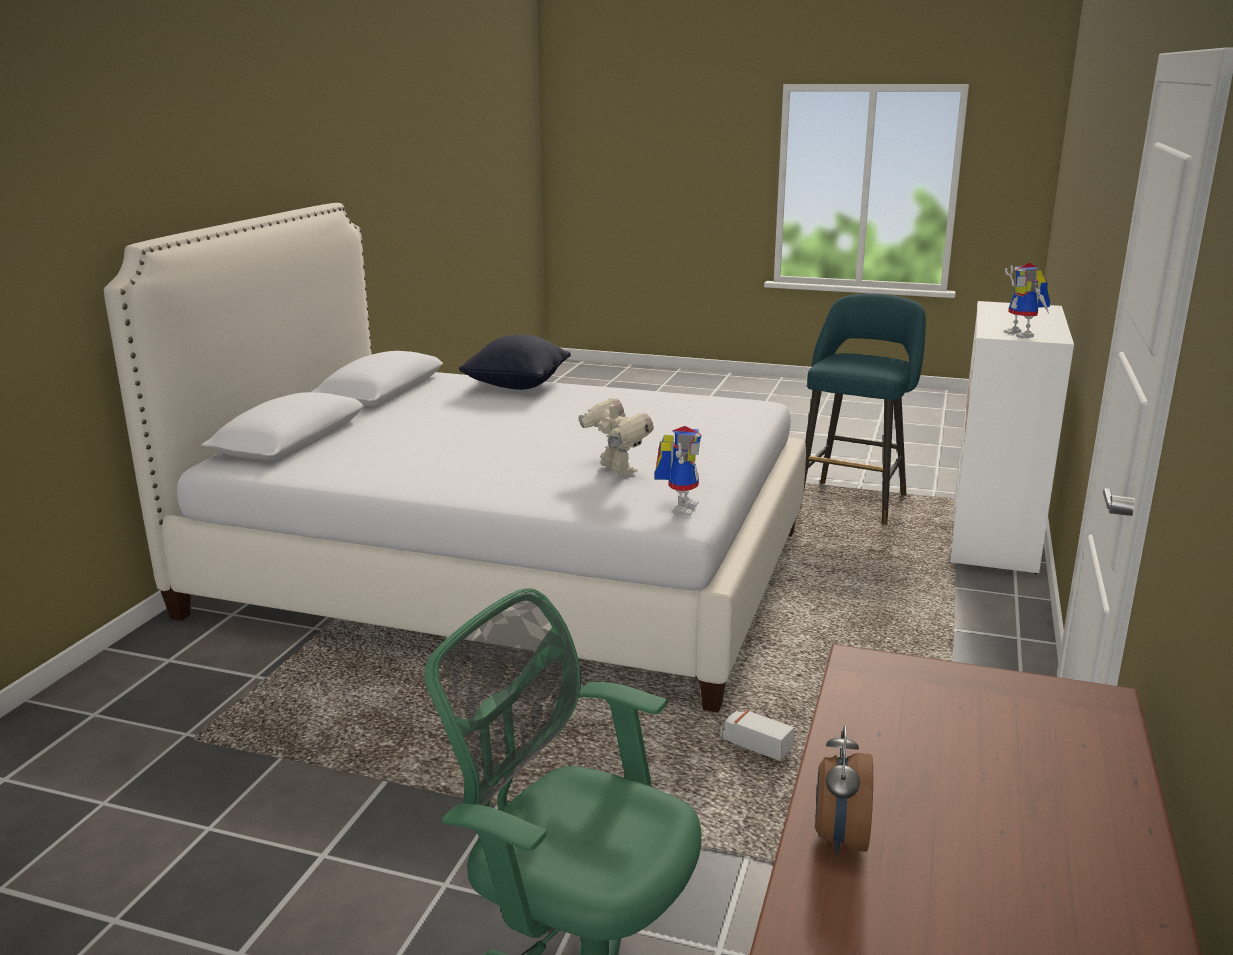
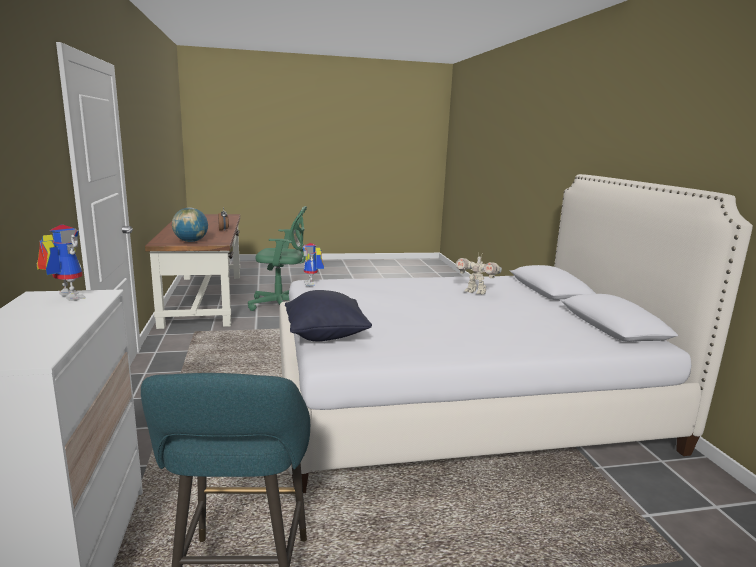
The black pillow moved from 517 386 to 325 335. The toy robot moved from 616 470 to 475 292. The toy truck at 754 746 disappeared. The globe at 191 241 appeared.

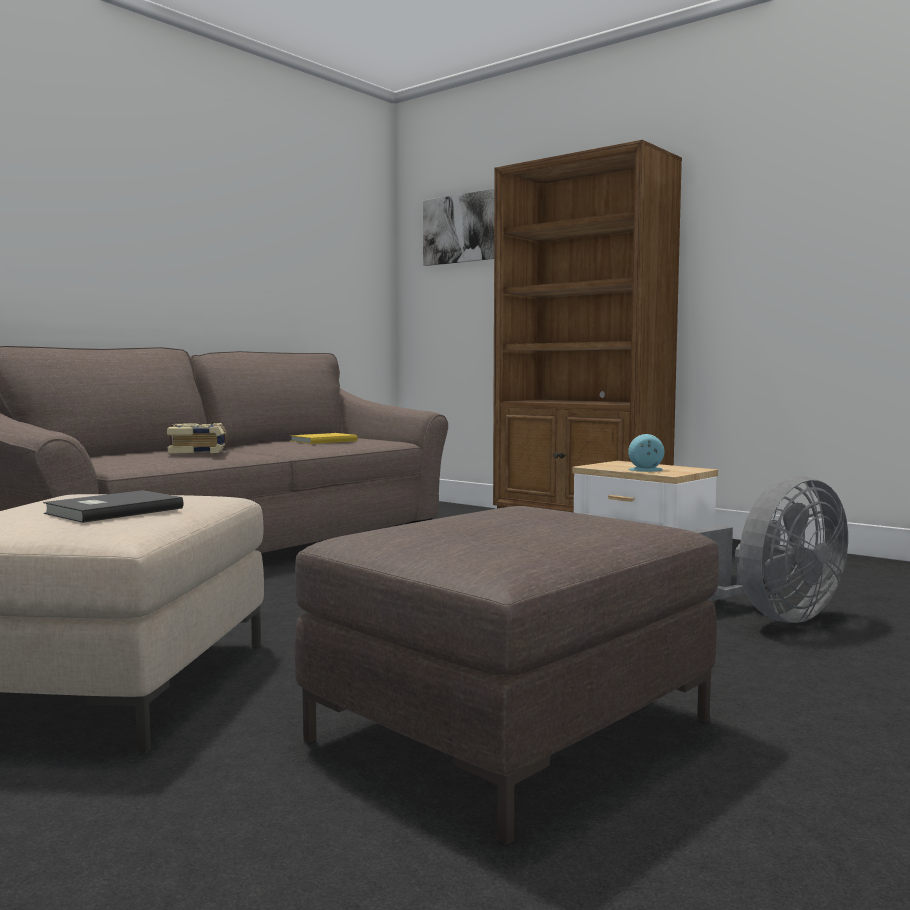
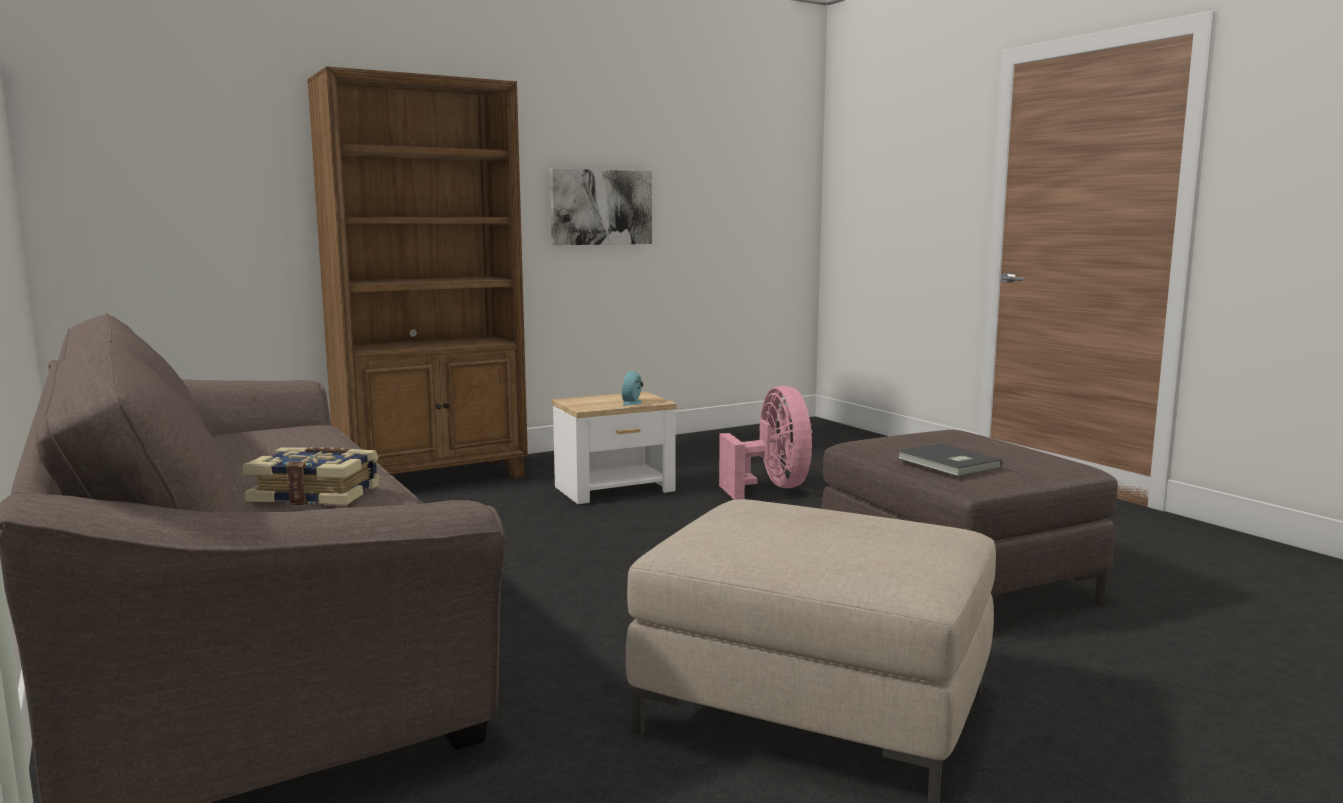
The grey book moved from 111 511 to 947 463. The yellow book at 322 441 disappeared. The picture moved from 463 228 to 601 207. The grey fan at 772 617 became the pink fan at 772 488.

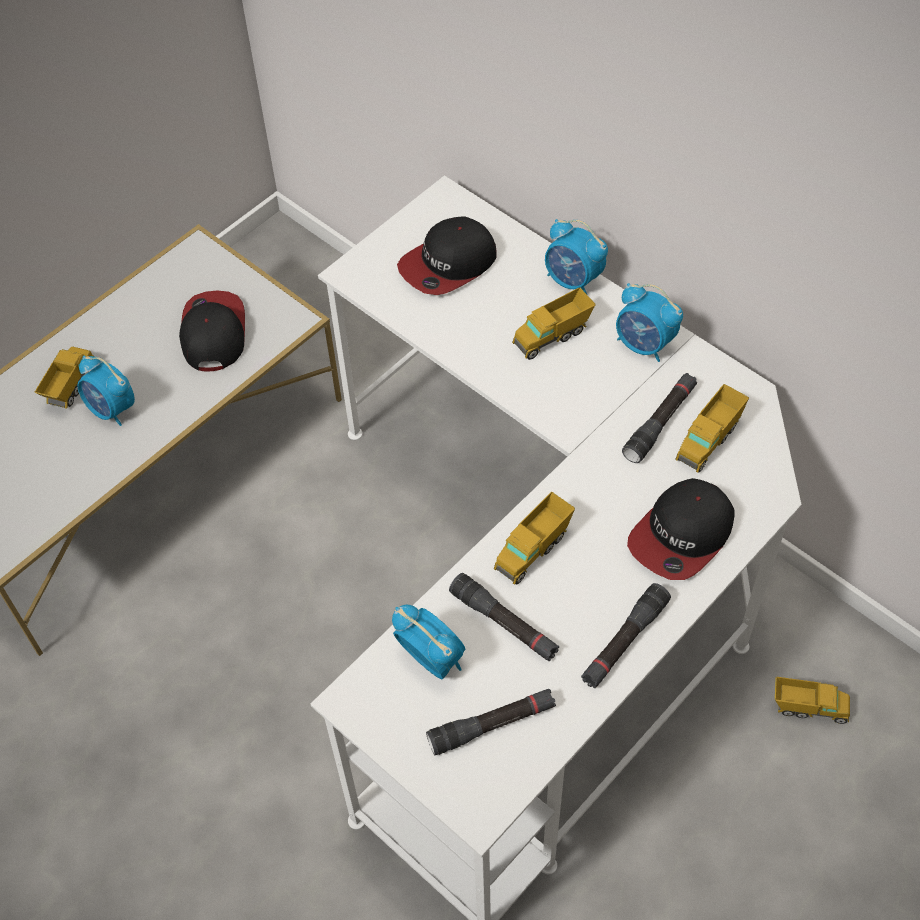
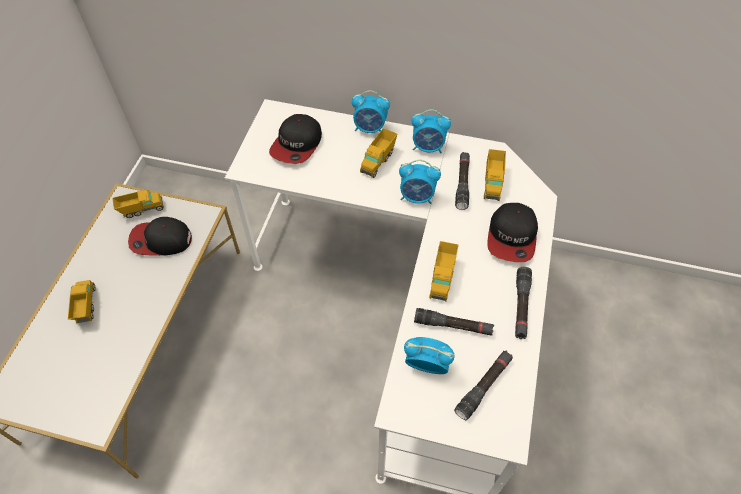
The alarm clock moved from 112 410 to 417 197. The cap at 213 333 turned 60 degrees counterclockwise. The toy truck moved from 808 708 to 142 210.

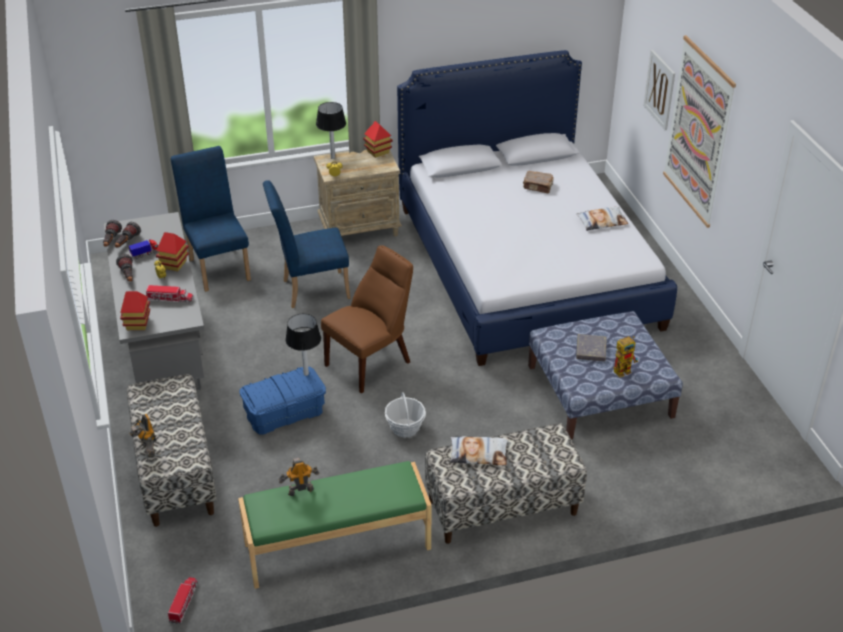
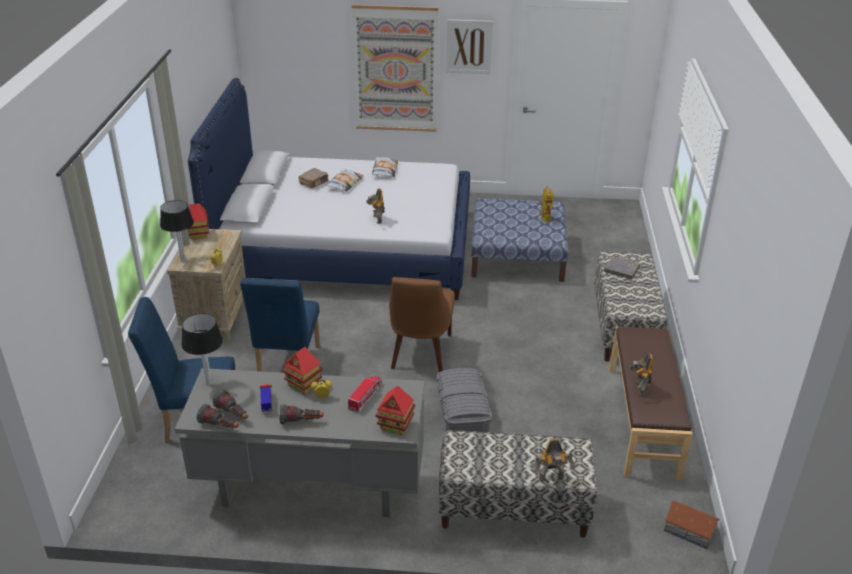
The toy truck at 184 602 was replaced by the toy house at 690 530. The green bench at 337 546 became the brown bench at 643 421. The blue storage box at 285 413 became the grey storage box at 462 419. The table lamp moved from 306 373 to 208 383. The brown chair at 371 362 turned 150 degrees counterclockwise. The basket at 405 428 disappeared. The pillow moved from 479 454 to 345 183. The grey book moved from 591 350 to 621 270. The picture moved from 659 89 to 469 46. The toy robot at 376 219 appeared.

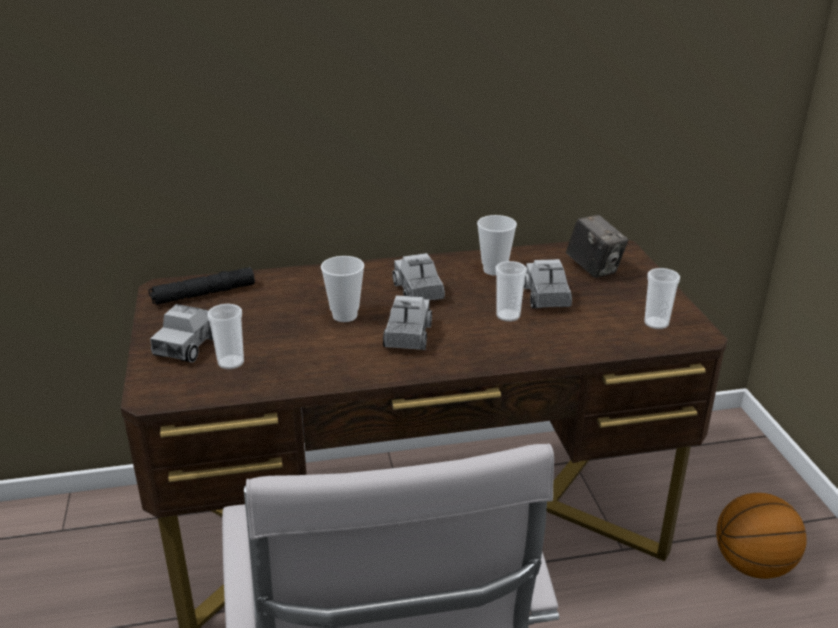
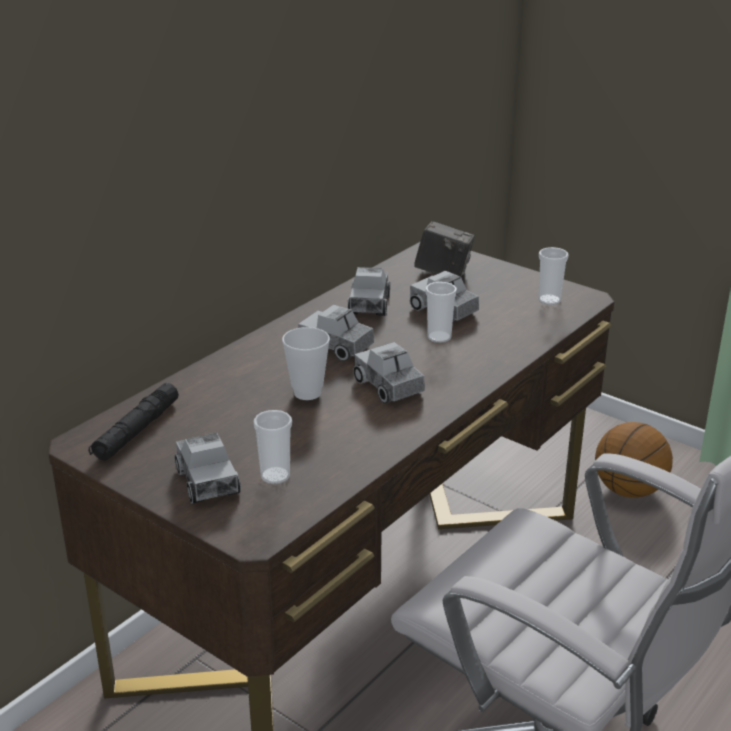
The cup at 494 270 was replaced by the toy truck at 369 304.

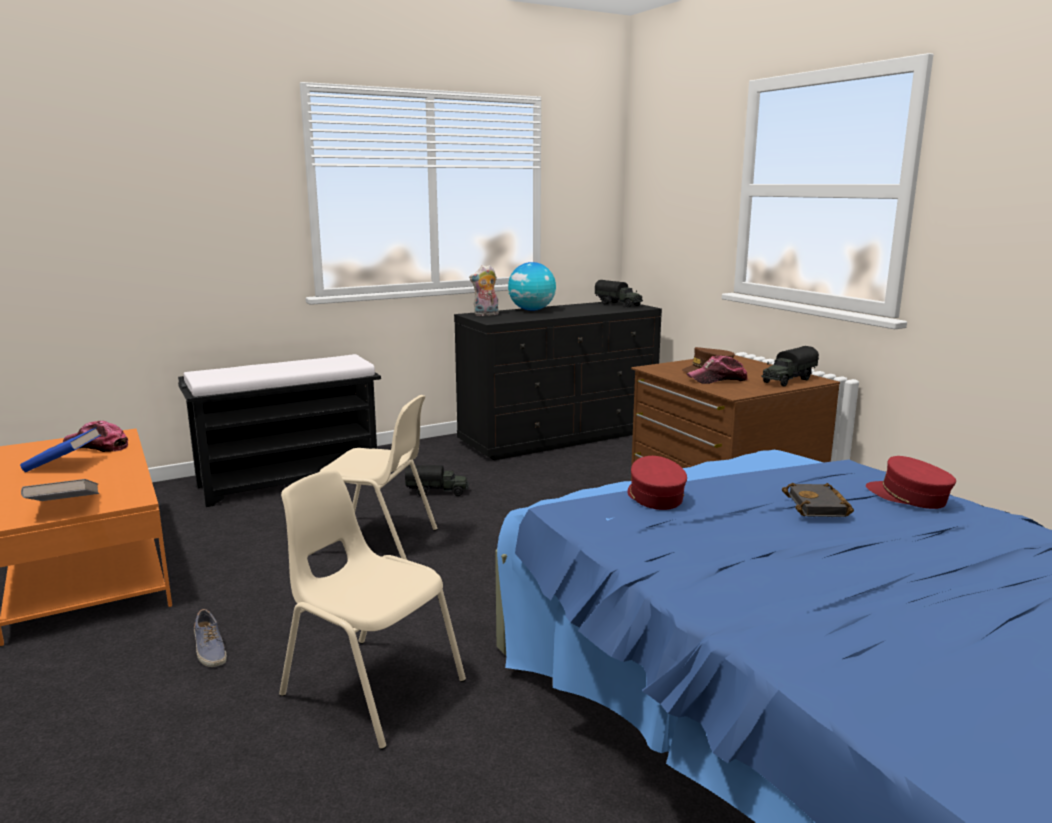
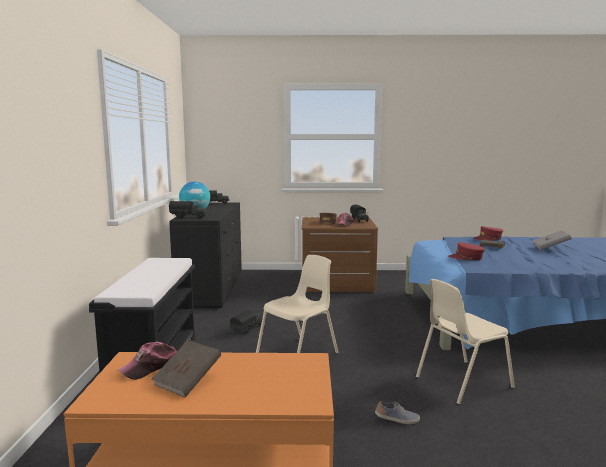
The blue book at 63 465 became the brown book at 188 381. The grey book moved from 64 508 to 550 248. The plush toy at 486 315 was replaced by the toy truck at 189 217.

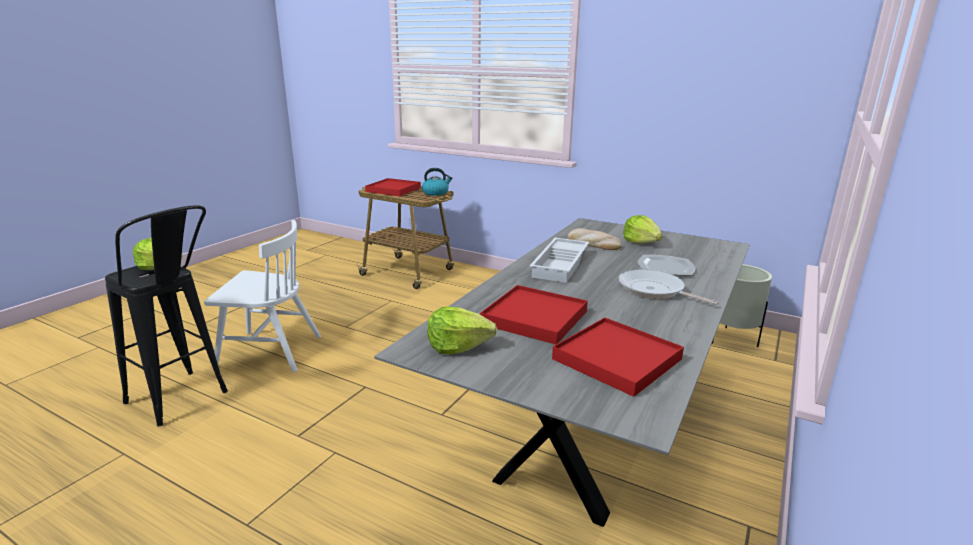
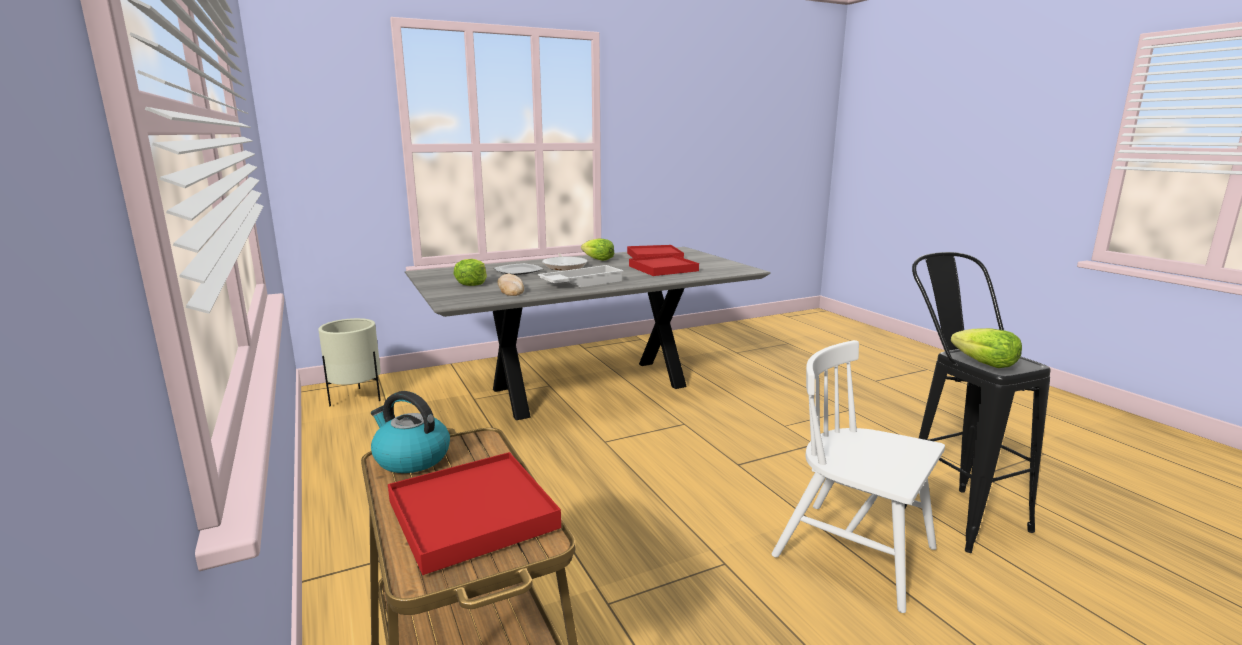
The lettuce moved from 458 346 to 598 259.

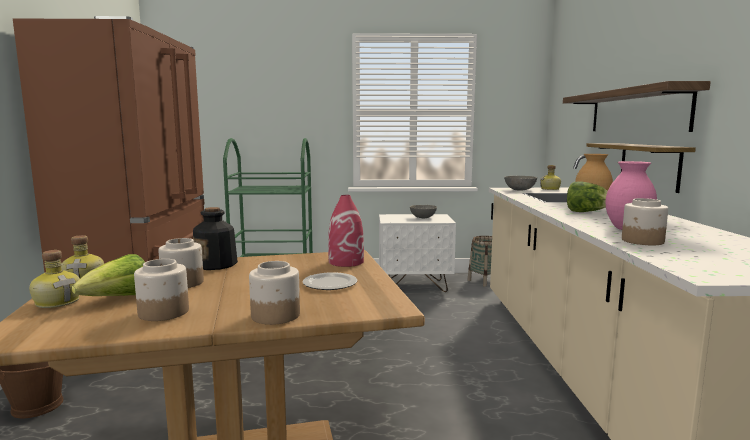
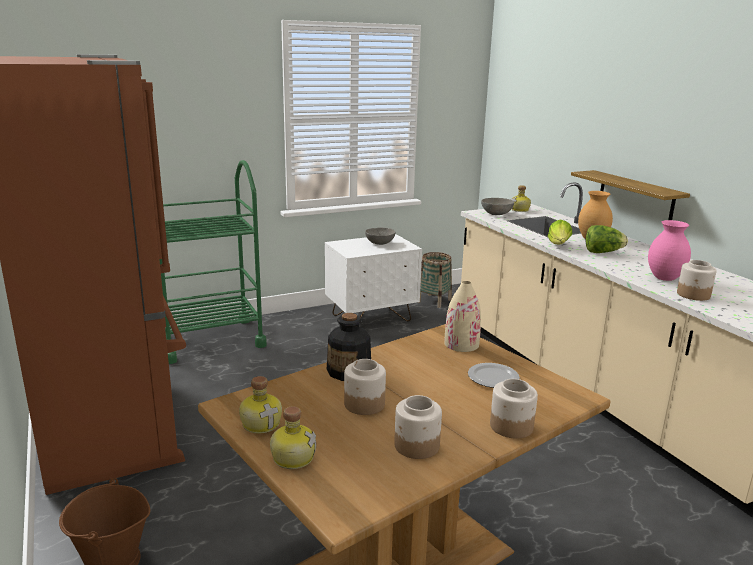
The lettuce moved from 118 299 to 559 245. The red vase at 346 262 became the beige vase at 461 344. The shelf at 636 111 disappeared.

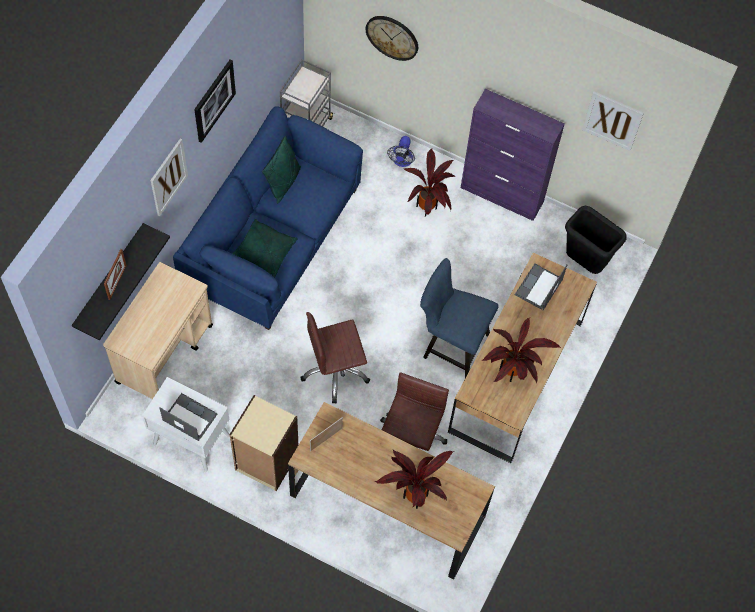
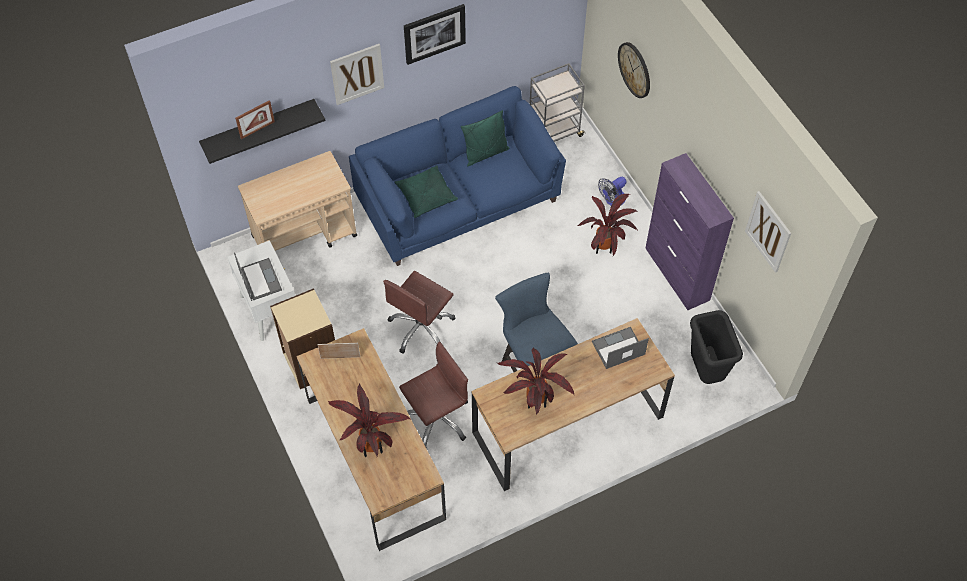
The brown office chair at 335 371 turned 75 degrees counterclockwise.

